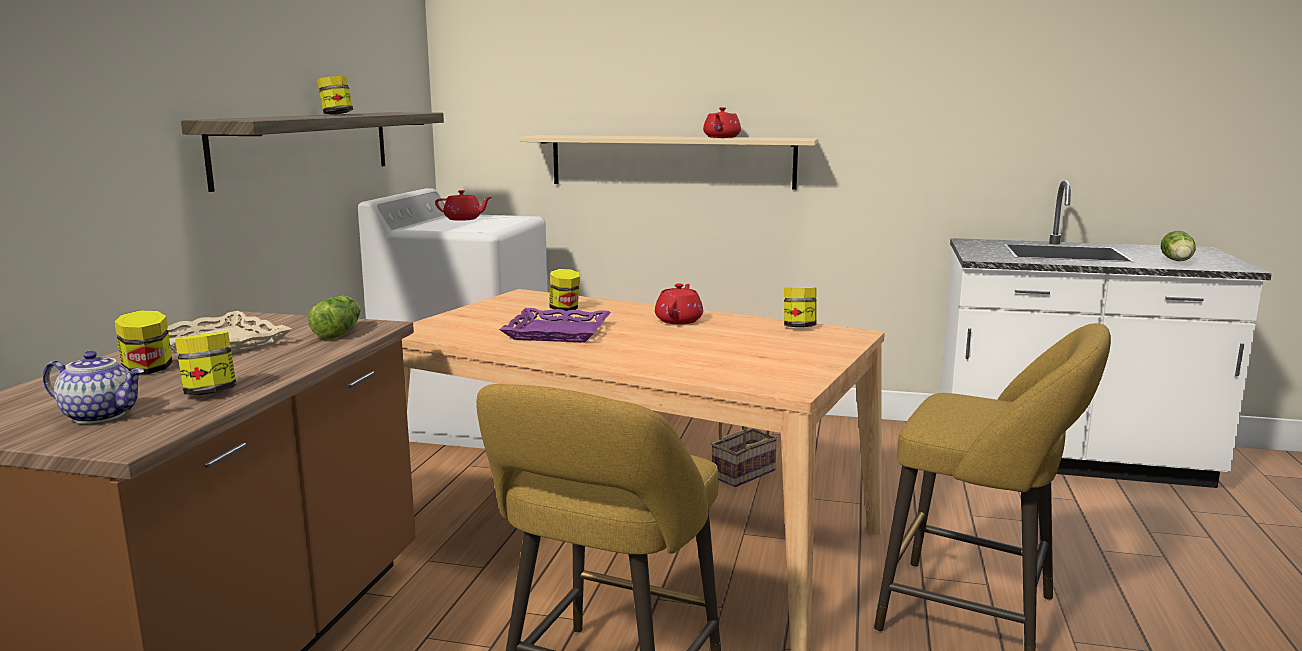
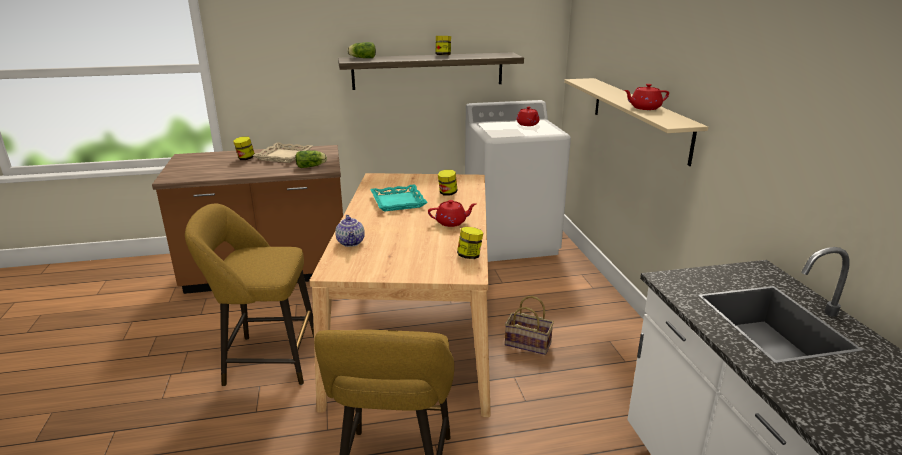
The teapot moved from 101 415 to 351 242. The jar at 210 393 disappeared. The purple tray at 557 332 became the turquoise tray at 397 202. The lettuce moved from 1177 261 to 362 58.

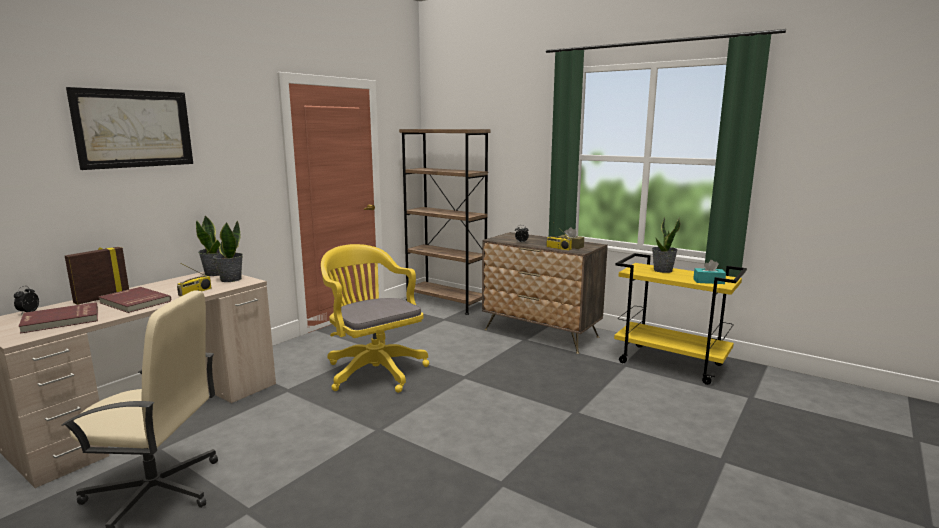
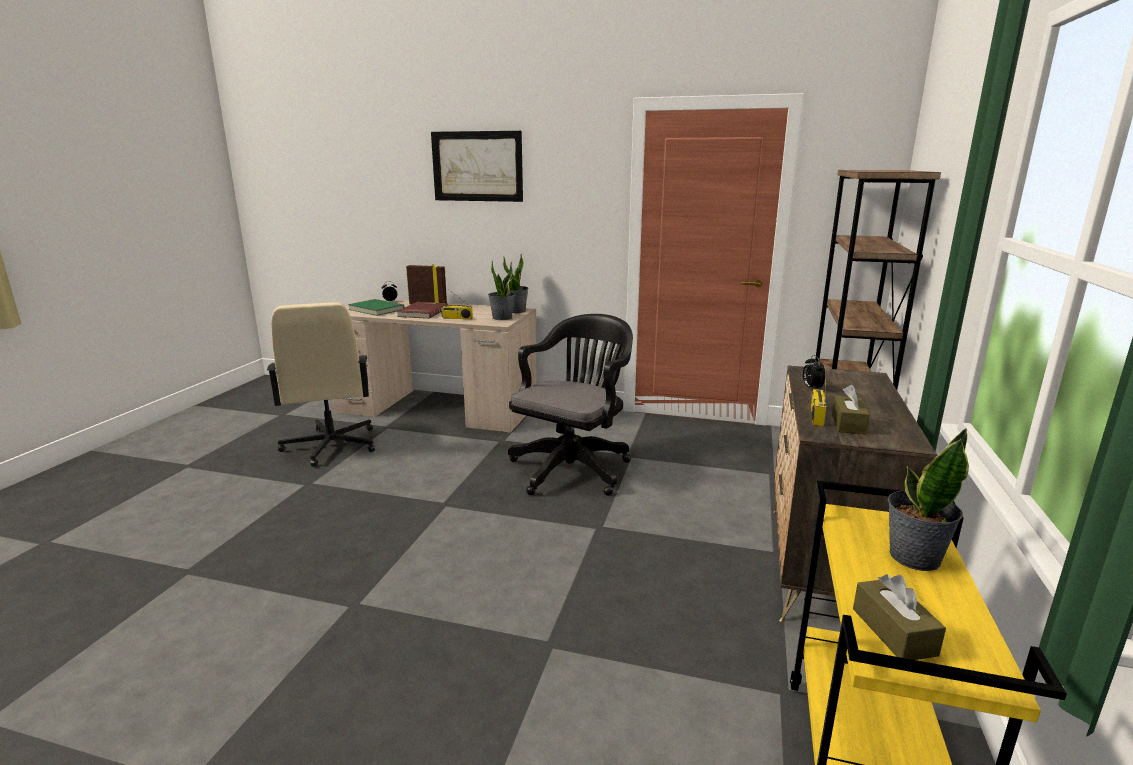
The red book at 61 320 became the green book at 375 309. The yellow office chair at 373 370 became the black office chair at 573 467. The turquoise tissue box at 708 281 became the brown tissue box at 893 631.

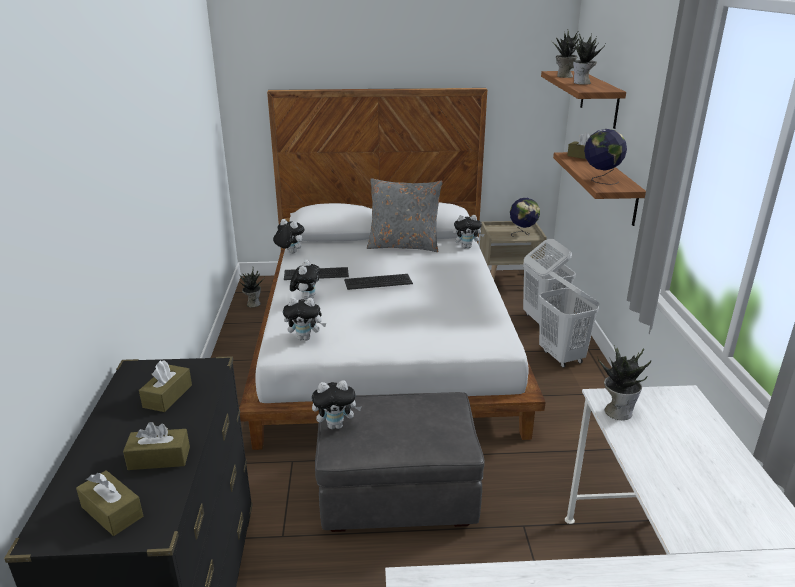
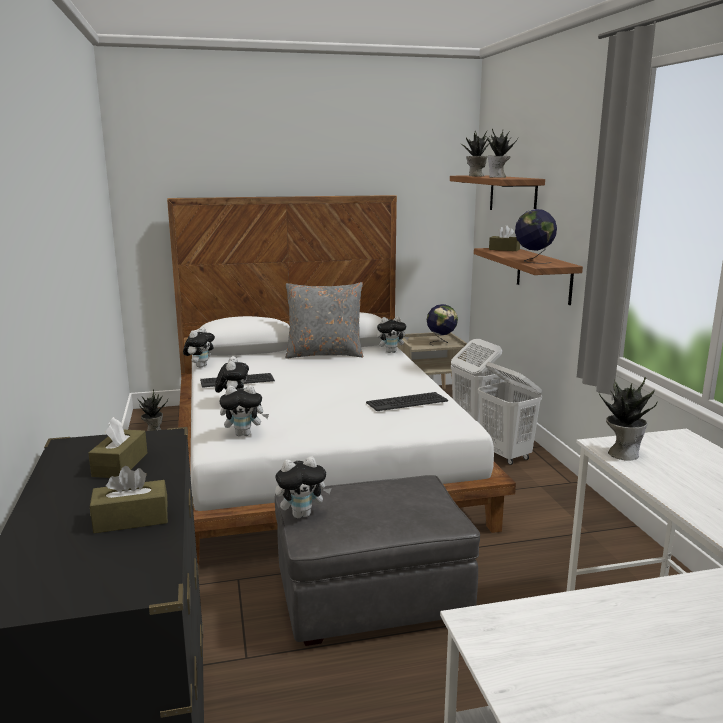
The brown tissue box at 112 512 disappeared. The plush toy at 289 253 turned 90 degrees clockwise. The keyboard moved from 378 282 to 406 402.

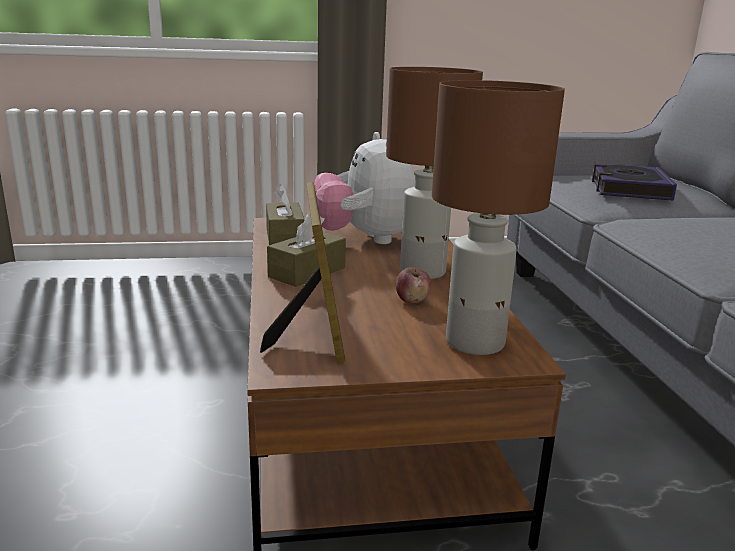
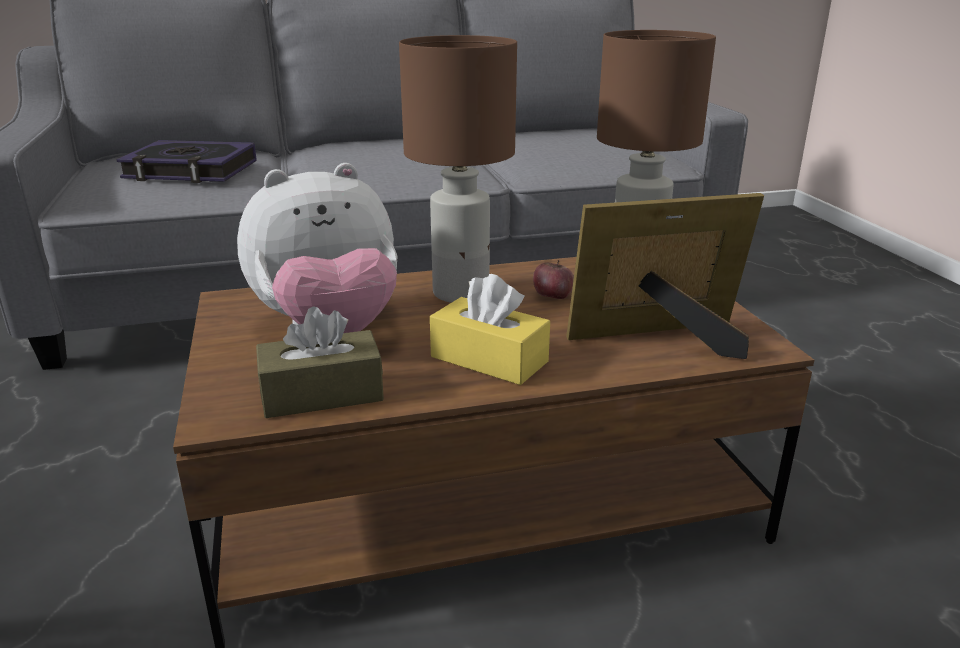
The brown tissue box at 307 272 became the yellow tissue box at 489 359.

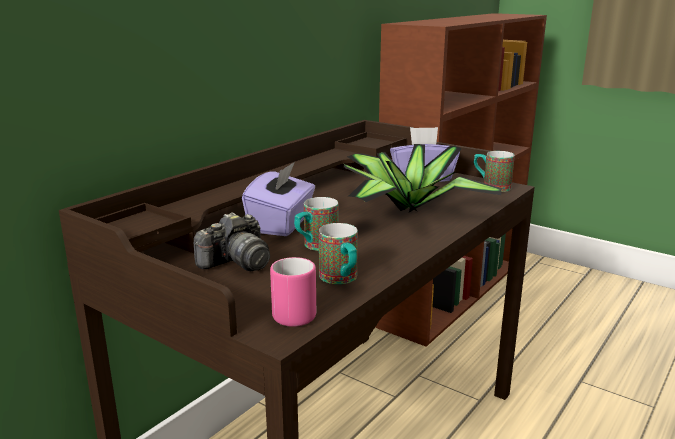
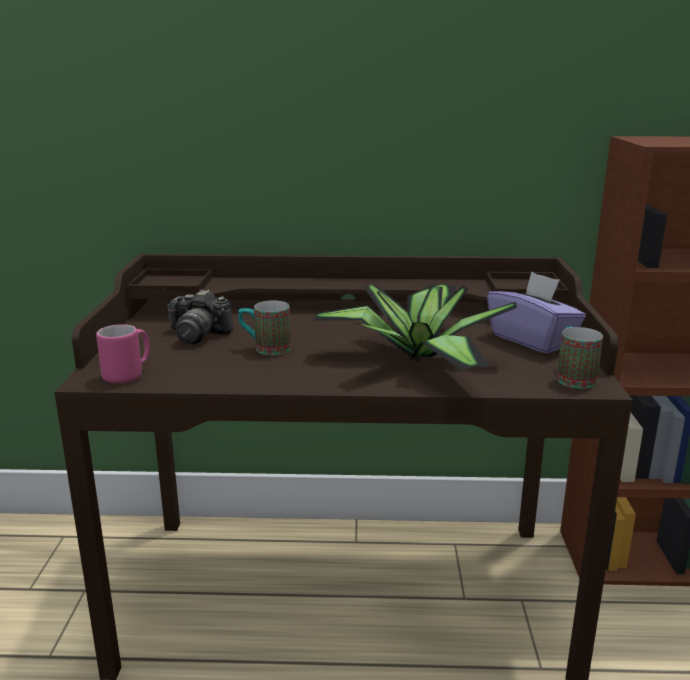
The purple tissue box at 282 224 disappeared. The mug at 341 280 disappeared.

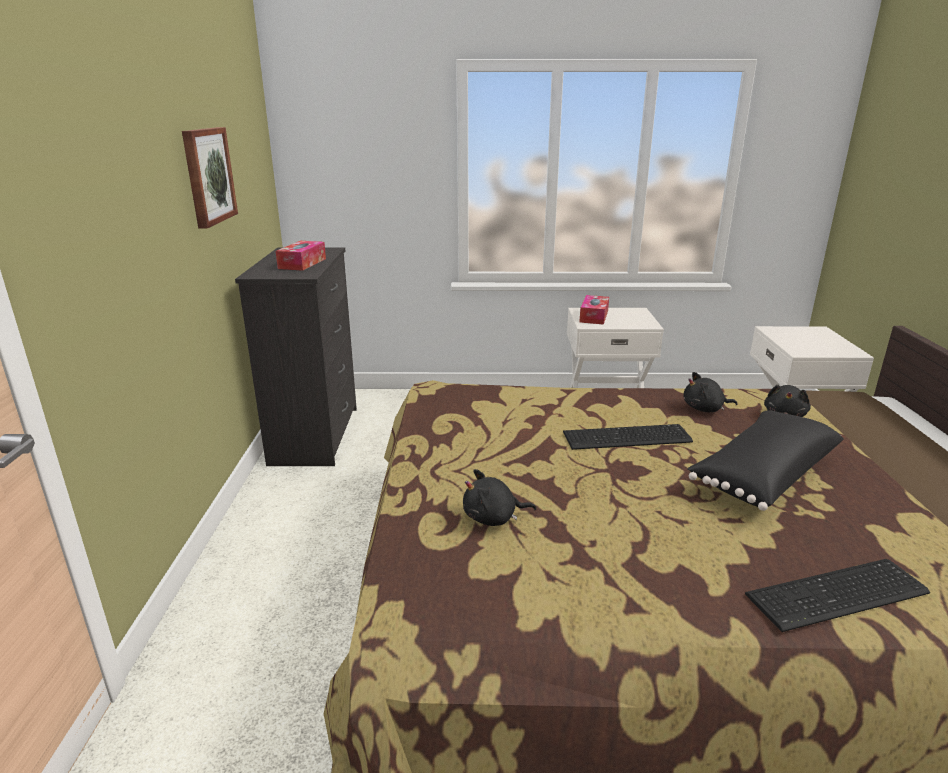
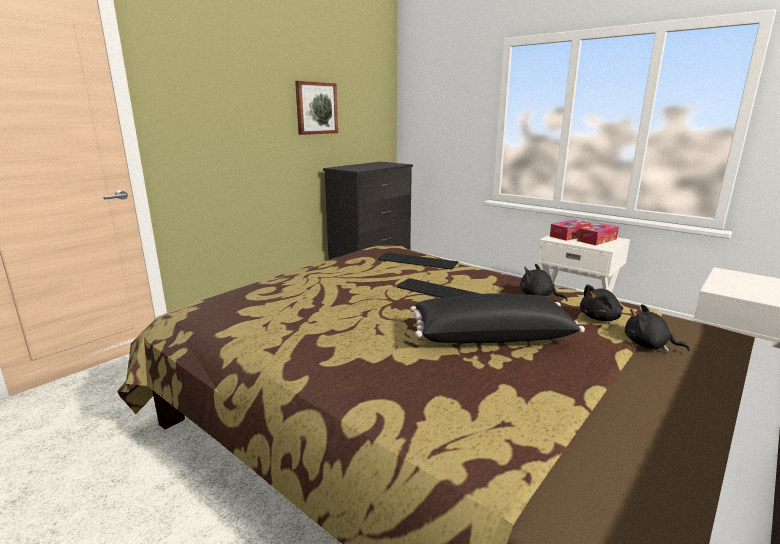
The tissue box moved from 302 263 to 597 240. The black plush toy moved from 493 518 to 648 345. The keyboard moved from 841 595 to 418 261.

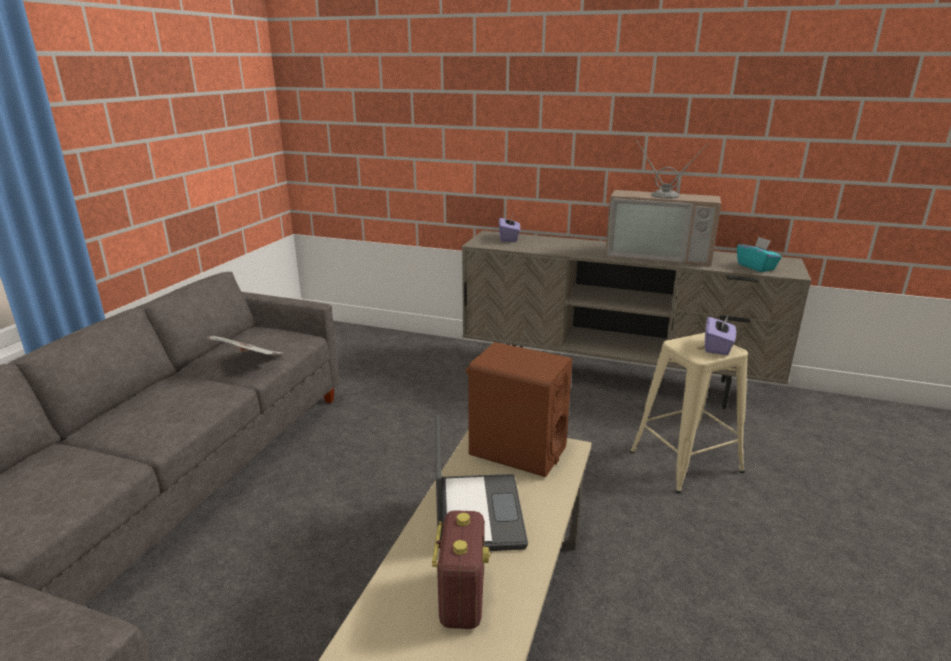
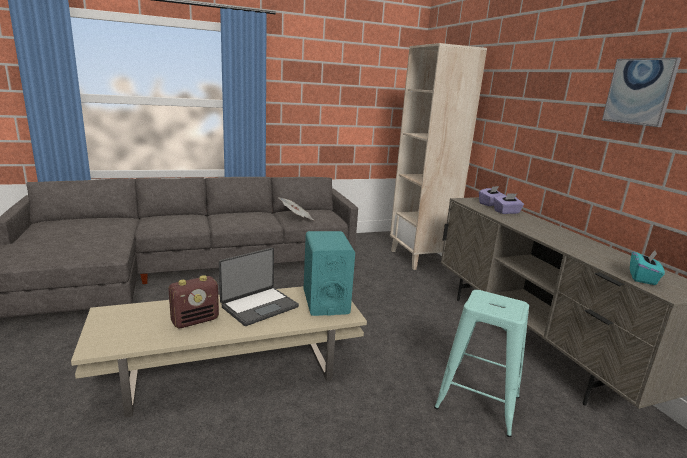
The brown speaker at 517 451 became the turquoise speaker at 325 301. The television at 658 255 disappeared. The beige stool at 685 461 became the turquoise stool at 477 402. The purple tissue box moved from 717 347 to 506 212. The beige bookcase at 420 258 appeared. The picture at 639 91 appeared.

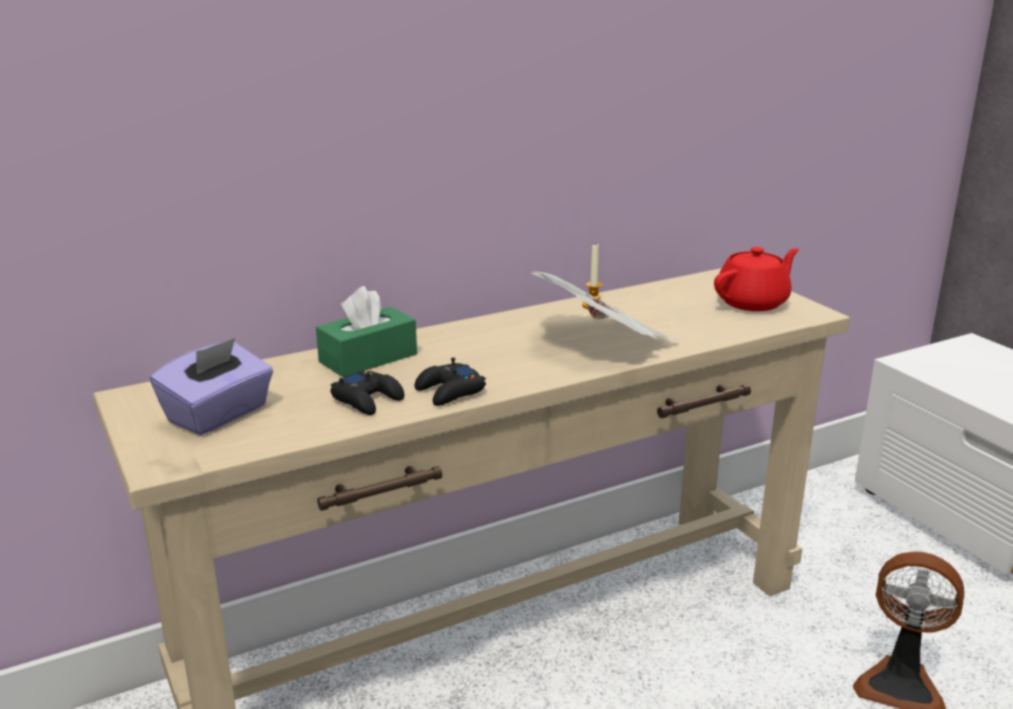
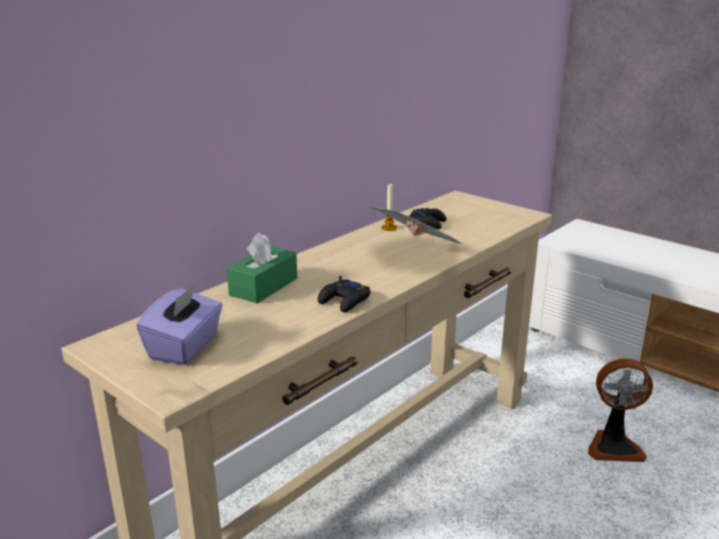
The black game controller moved from 368 400 to 427 223. The red teapot at 753 302 disappeared.

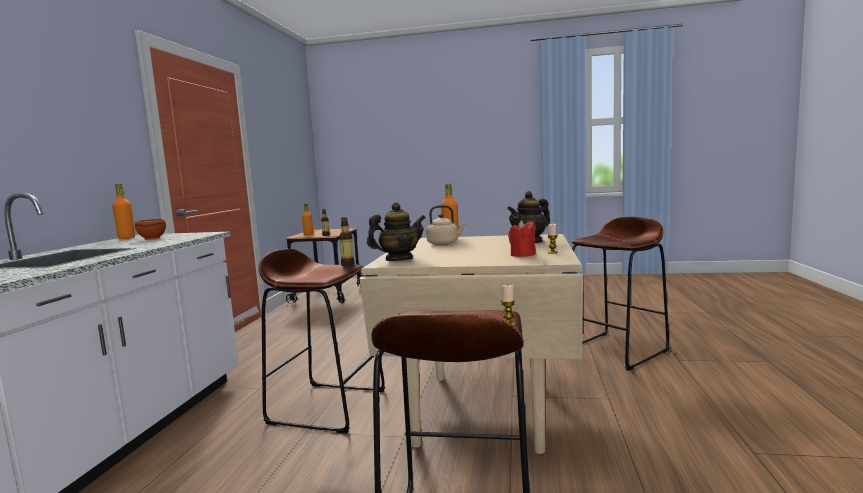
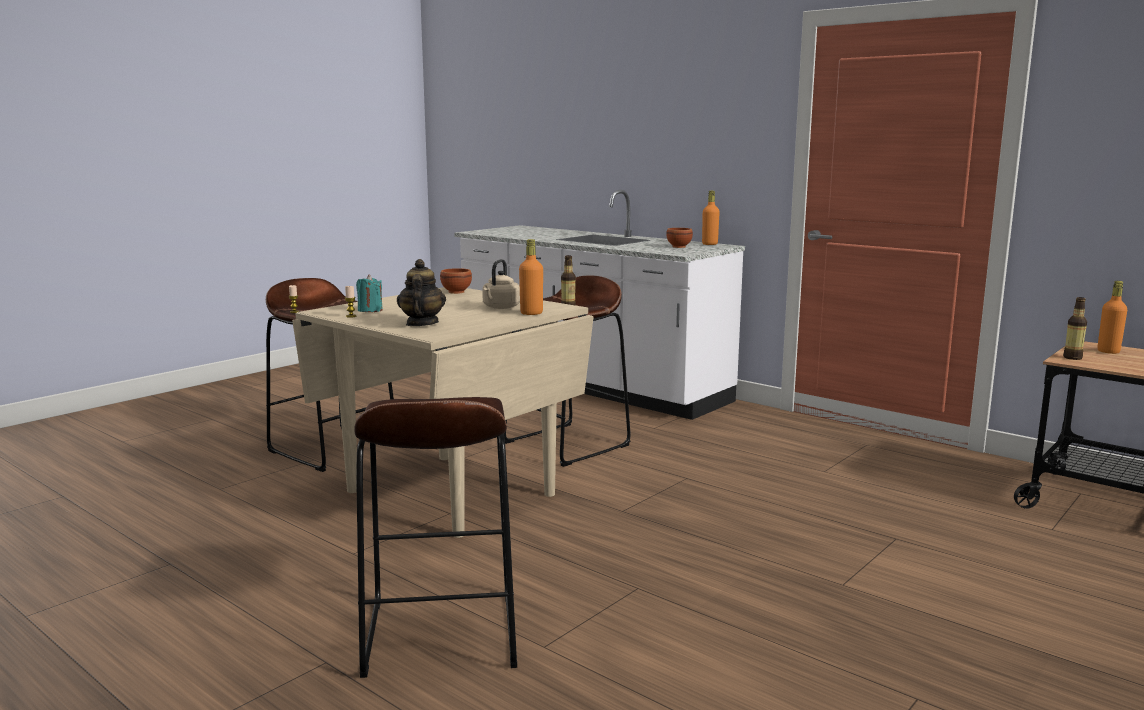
The teapot at 398 260 was replaced by the brown bowl at 457 292. The red candle at 522 255 became the turquoise candle at 370 310.

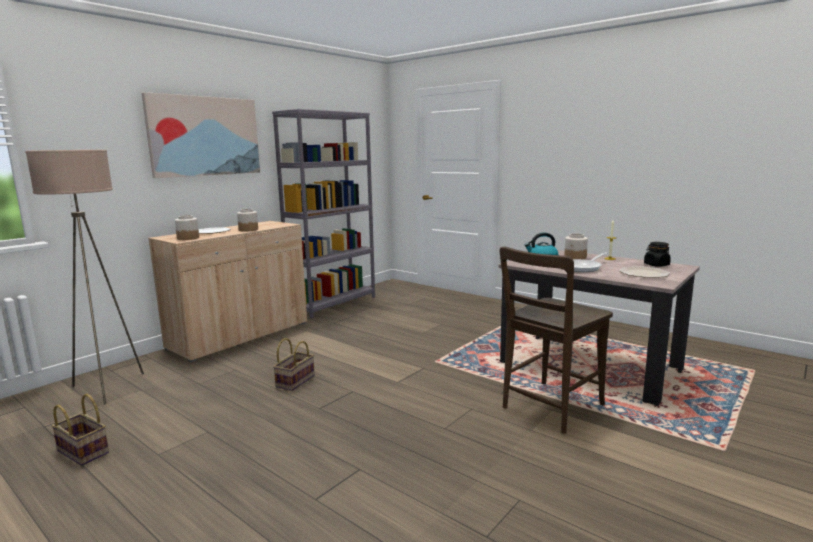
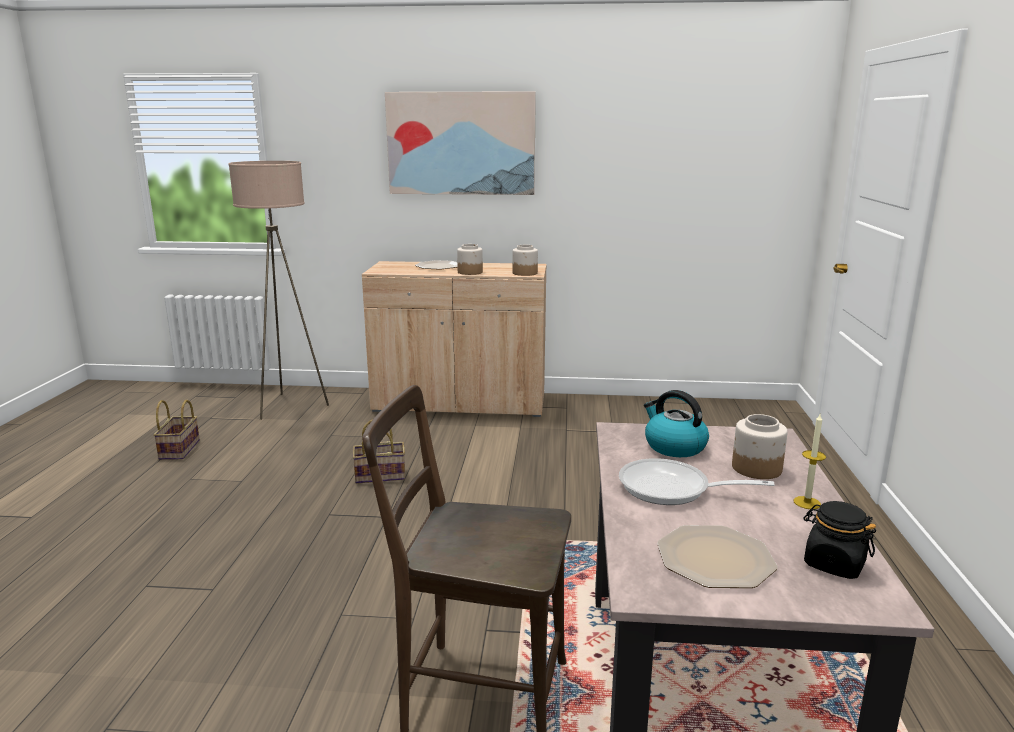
The jar moved from 188 238 to 525 273. The grey bookcase at 333 304 disappeared.

